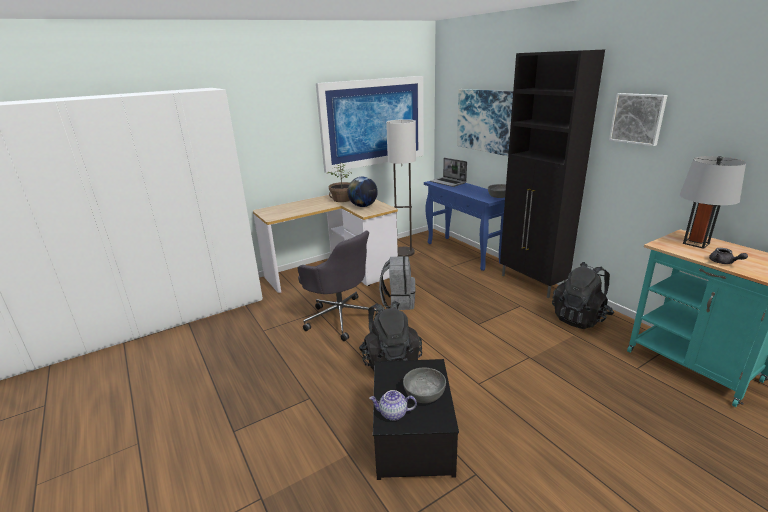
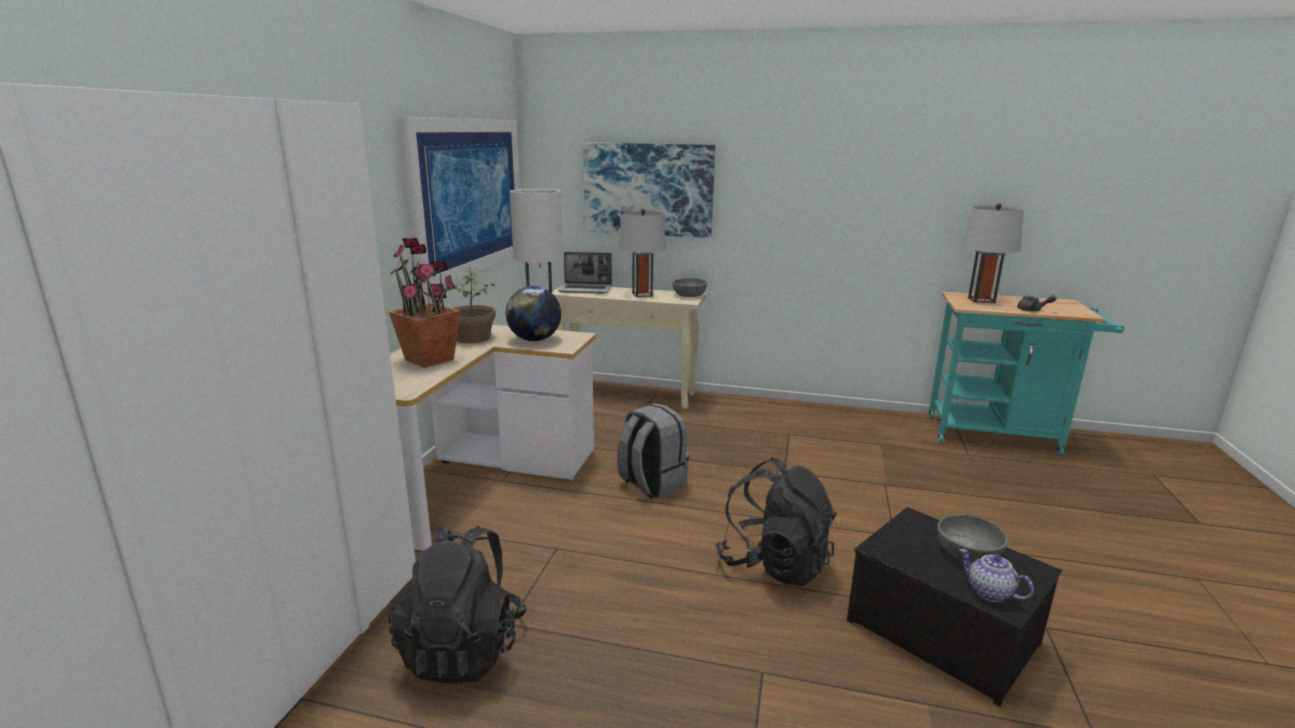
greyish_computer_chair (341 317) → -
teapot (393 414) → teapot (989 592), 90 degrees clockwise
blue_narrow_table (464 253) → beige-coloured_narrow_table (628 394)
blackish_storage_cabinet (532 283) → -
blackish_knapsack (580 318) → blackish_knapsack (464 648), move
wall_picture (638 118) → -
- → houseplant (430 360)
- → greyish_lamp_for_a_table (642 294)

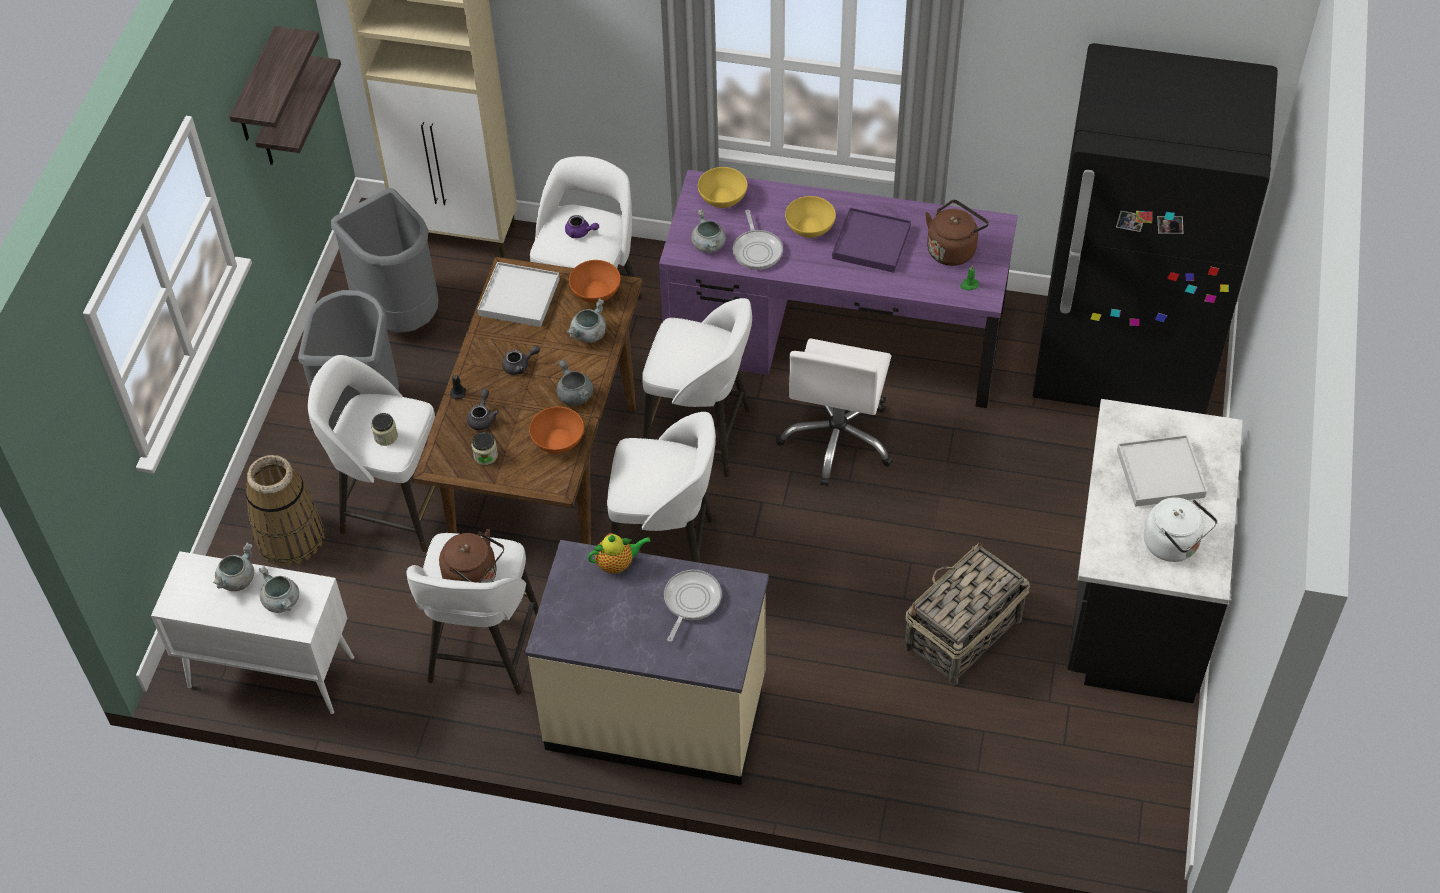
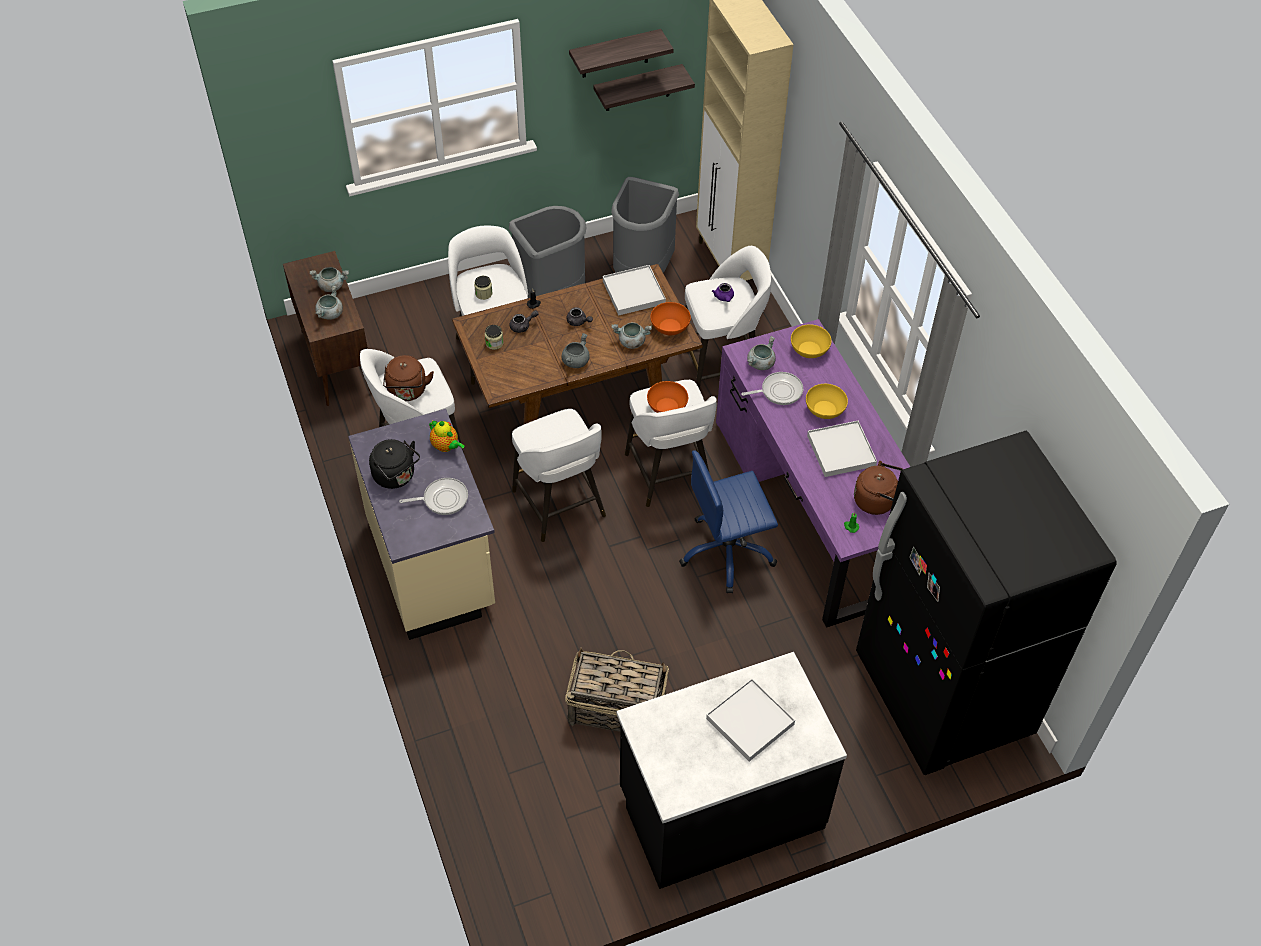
white_storage_cabinet (269 672) → brown_storage_cabinet (336 361)
basket (289 537) → -
orangey_serving_bowl (557 440) → orangey_serving_bowl (667 406), move
skillet (757 250) → skillet (779 391), 150 degrees counterclockwise
white_computer_chair (838 439) → blue_computer_chair (727 552)
purplish_tray (871 243) → white_tray (841 451)
white_tea_kettle (1174 545) → -
- → blackish_tea_kettle (396 476)

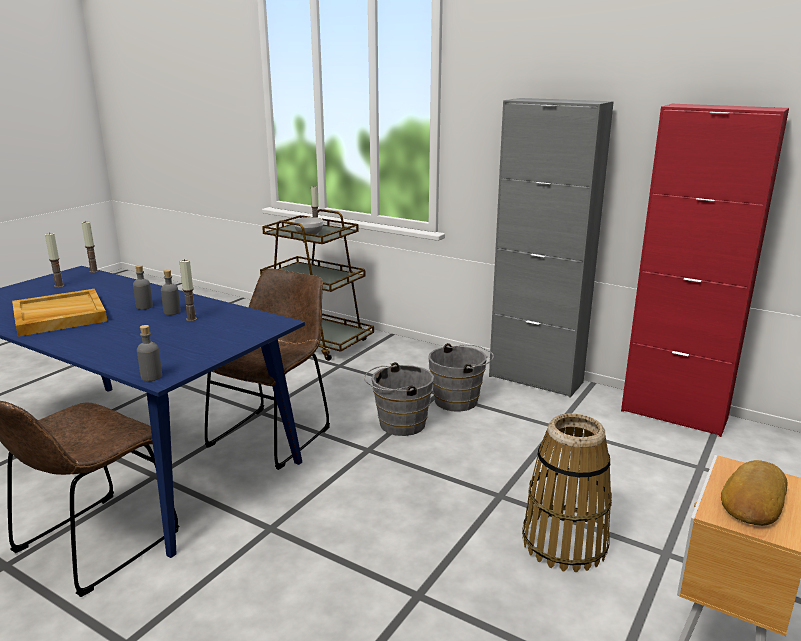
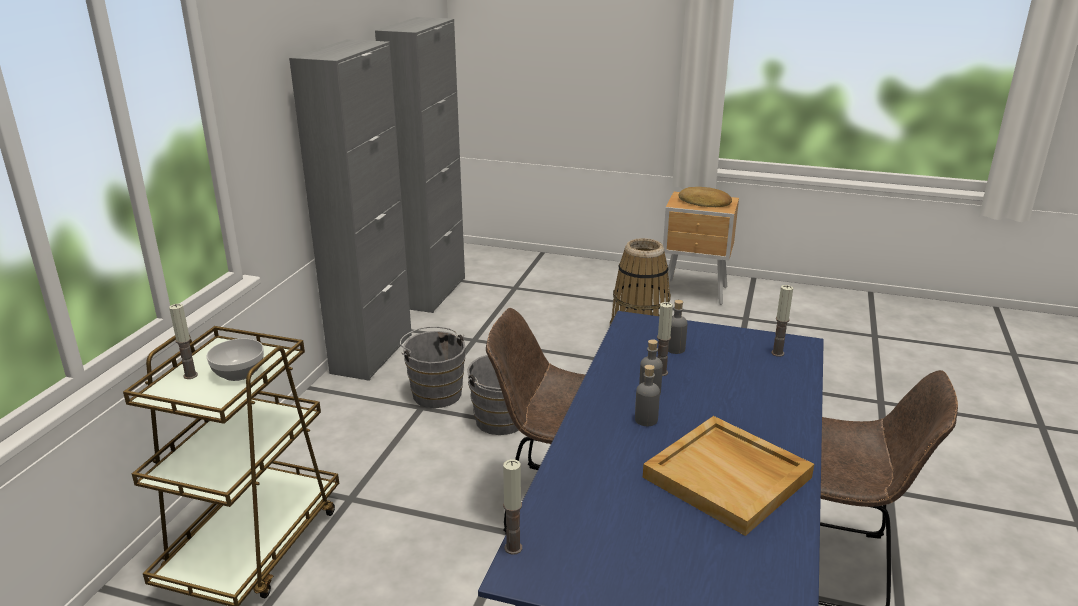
wax_candle (59 286) → wax_candle (777 353), move
greyish_bottle (151 377) → greyish_bottle (675 349), move
reddish_storage_cabinet (674 414) → greyish_storage_cabinet (432 292)

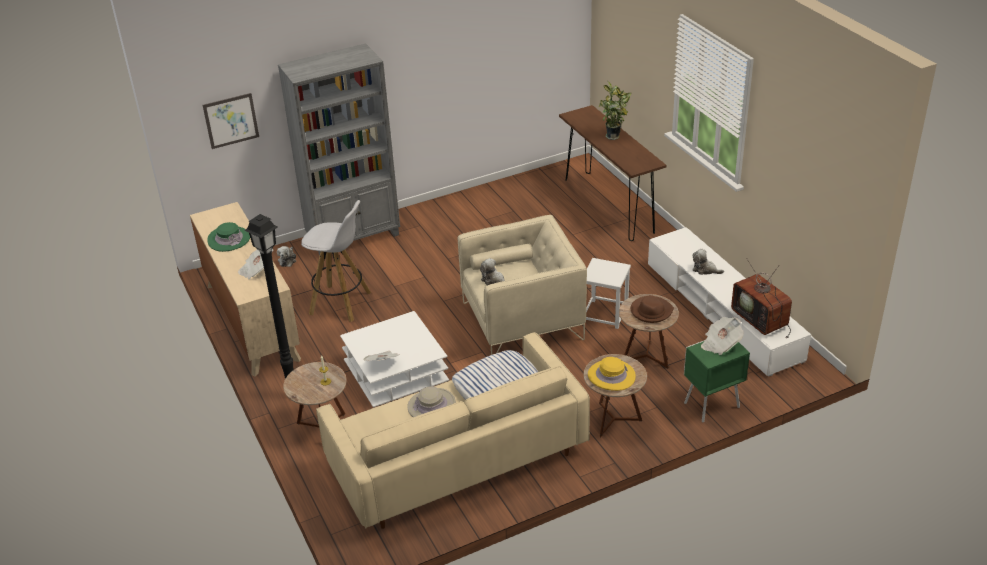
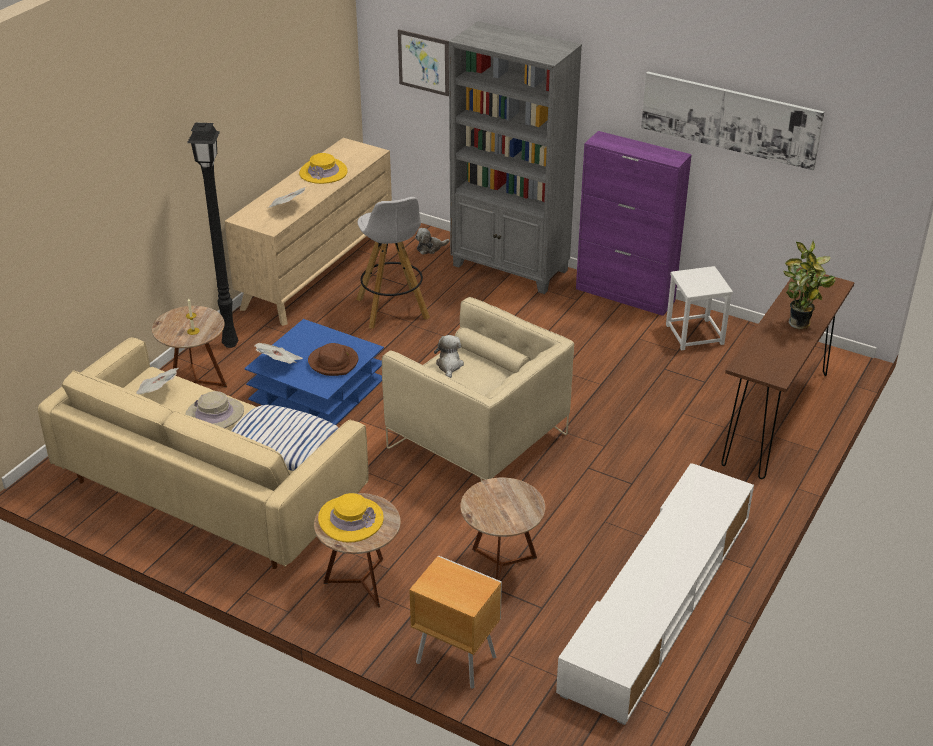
greenish_clothing_hat (229 239) → yellow_clothing_hat (323 172)
white_coffee_table (395 370) → blue_coffee_table (317 390)
white_sitting_stool (604 314) → white_sitting_stool (694 334), move
brown_clothing_hat (651 311) → brown_clothing_hat (334 362), move
greenish_bedside_table (710 405) → brown_bedside_table (455 659)
soft_toy (705 270) → -
newspaper (720 344) → newspaper (157 391), move
television (761 320) → -
- → purplish_storage_cabinet (625 295)
- → wall_picture (730 119)

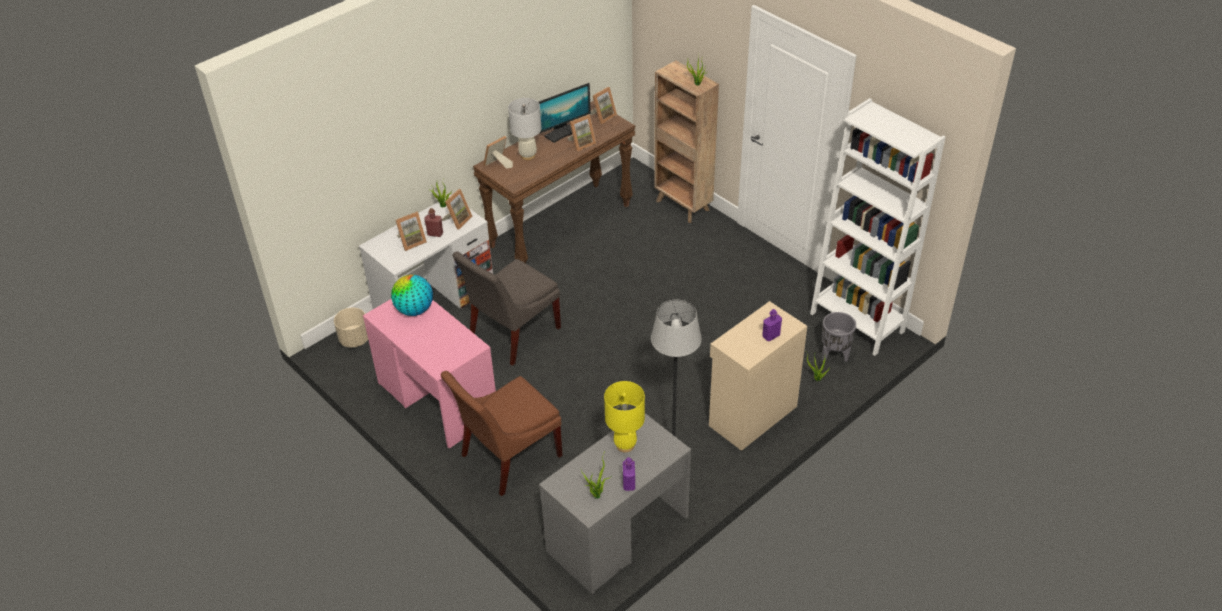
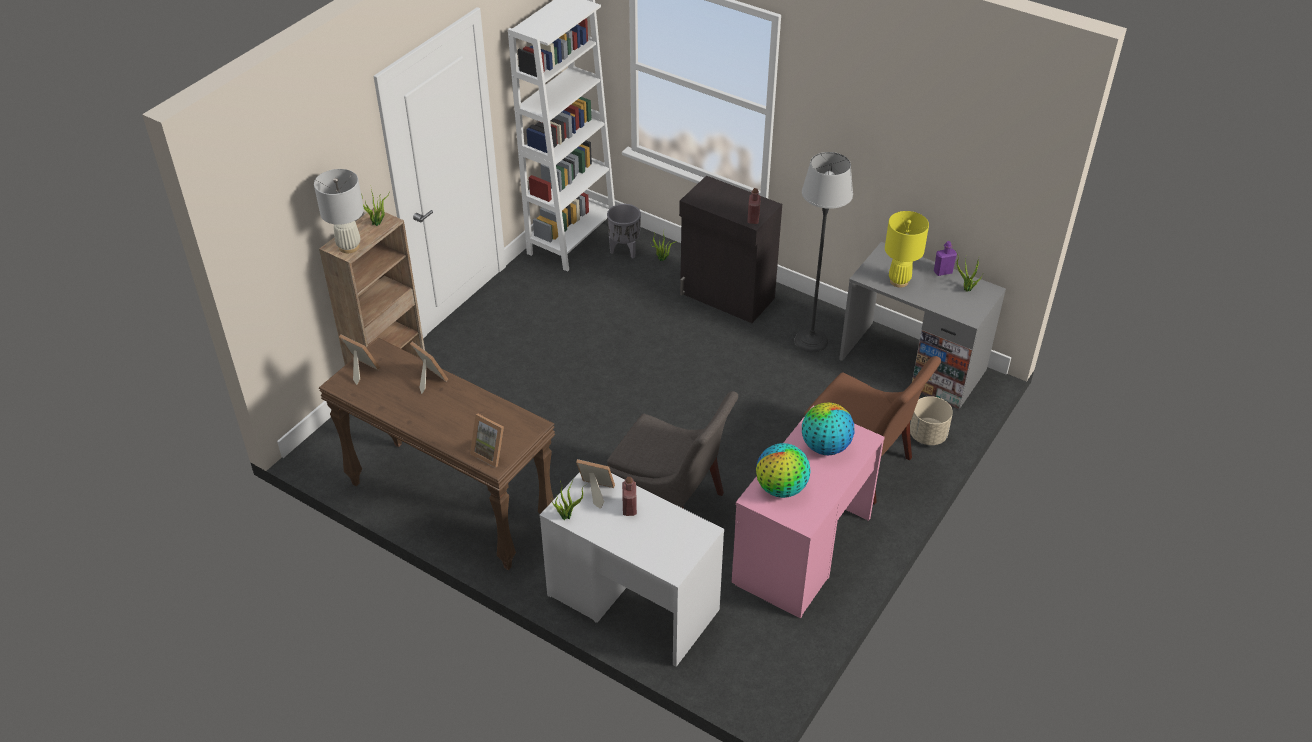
beige-coloured_planter (354 339) → beige-coloured_planter (927 435), move
picture_frame (411 241) → -
white_lamp_for_a_table (528 155) → white_lamp_for_a_table (349 247), move
computer_display (564 132) → -
beige-coloured_storage_cabinet (751 415) → blackish_storage_cabinet (727 296)
purplish_bottle (771 336) → -
- → reddish_bottle (753 219)
- → desk_globe (825 446)

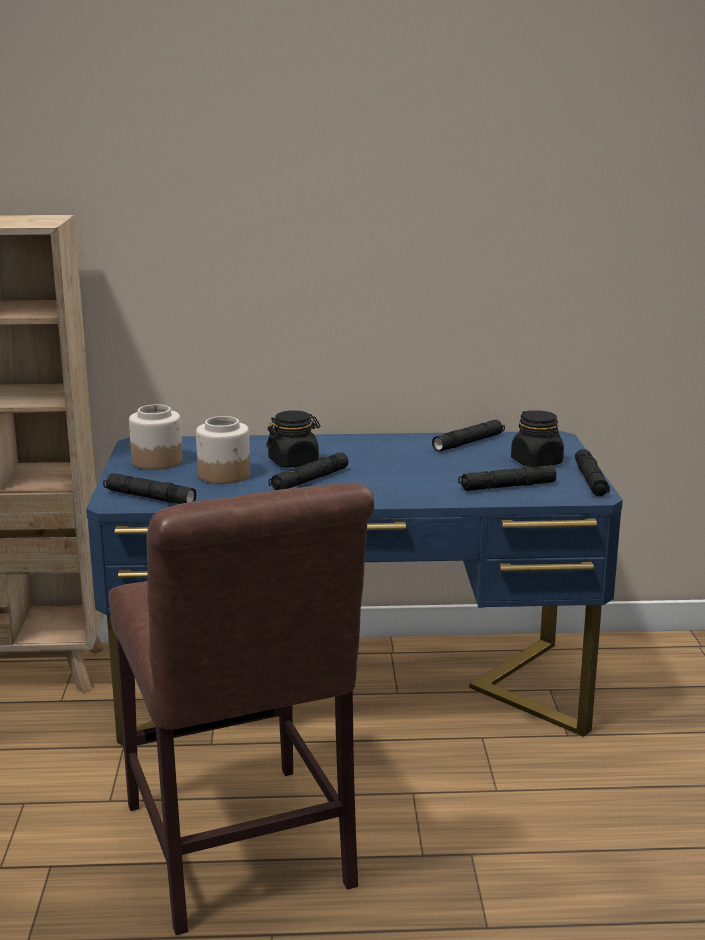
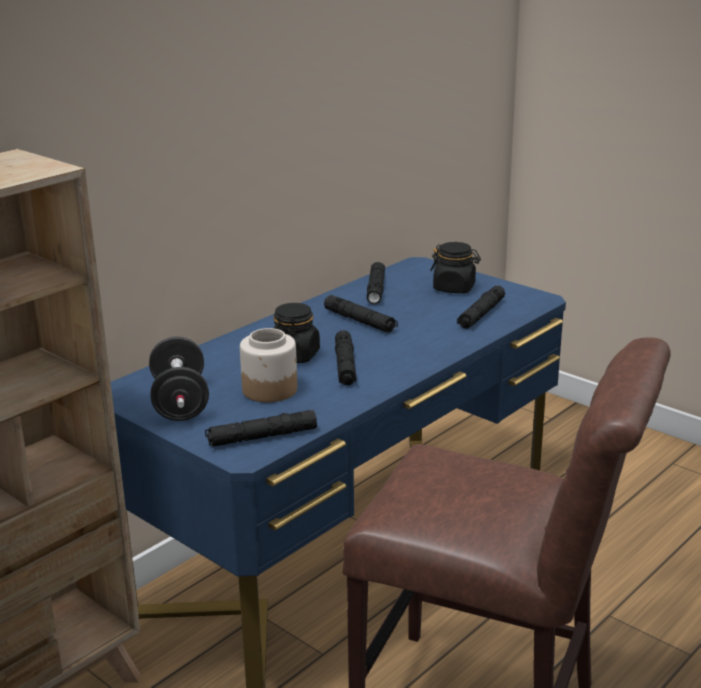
storage_jar (157 461) → blackish_dumbbell (180 402)
blackish_torch (590 481) → blackish_torch (360 321), move

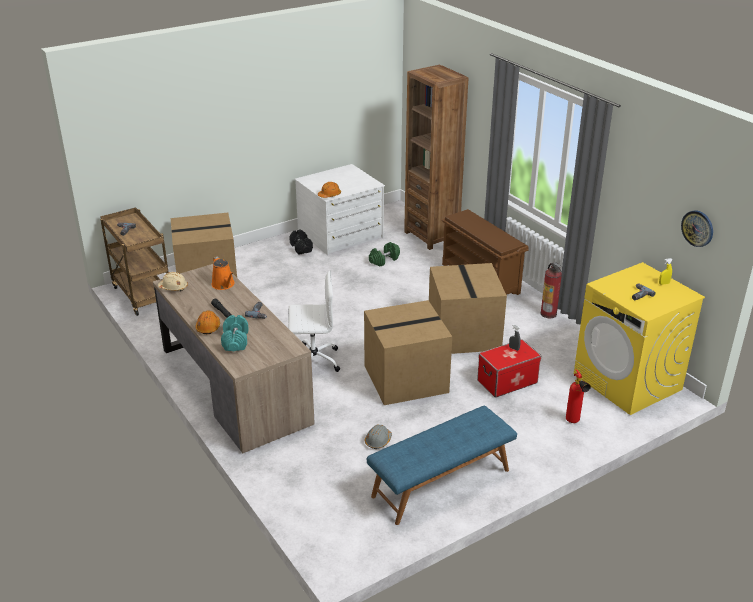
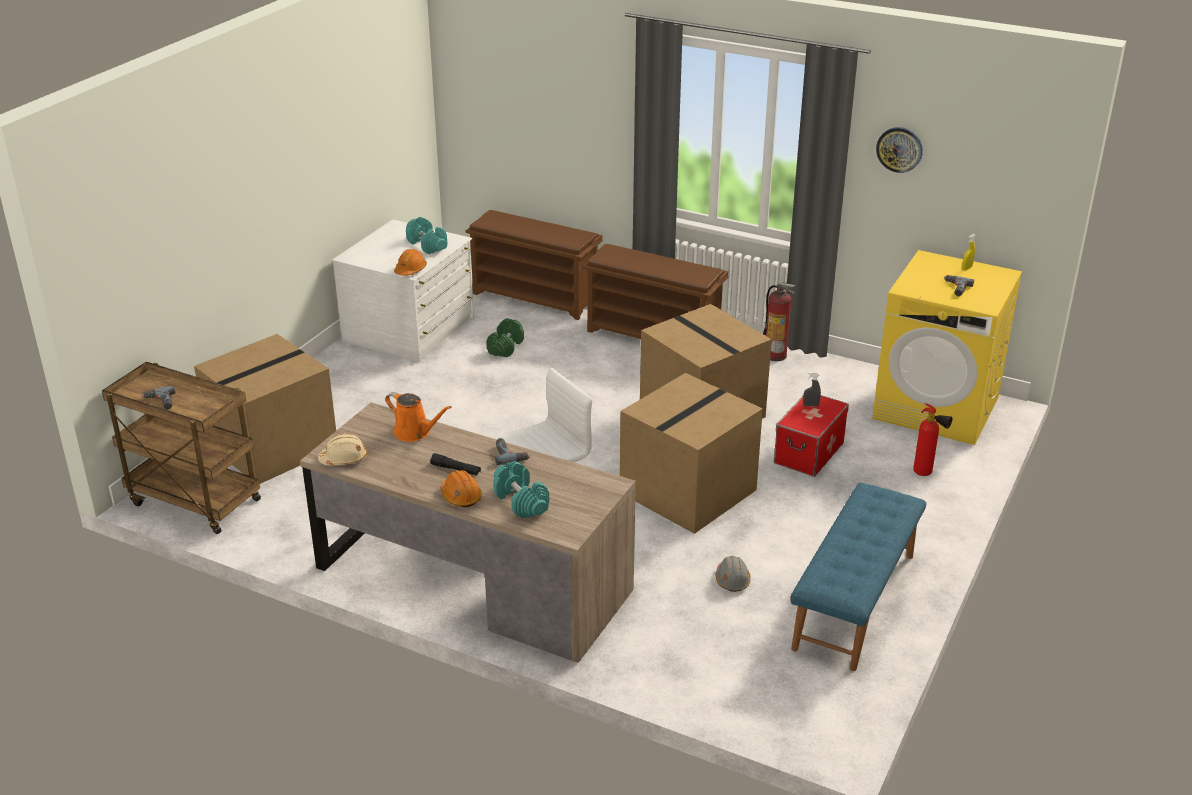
blackish_dumbbell (301 248) → -
brown_shelving_unit (431 236) → brown_shoe_shelf (536 297)
hanging_clock (697 228) → hanging_clock (899 149), move
- → turquoise-coloured_dumbbell (427 245)

